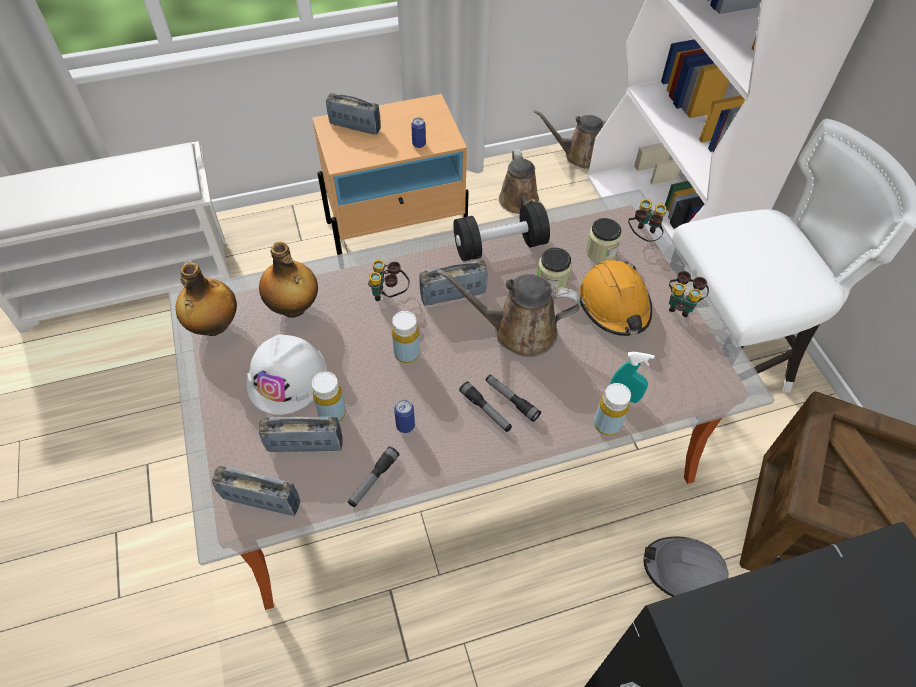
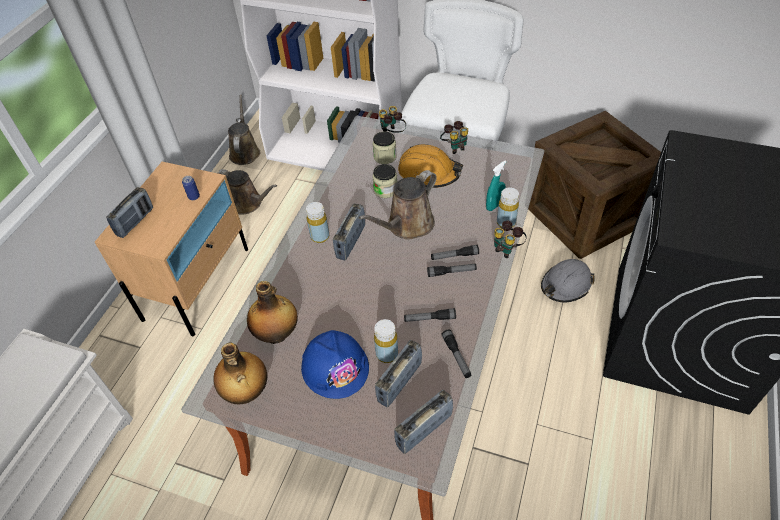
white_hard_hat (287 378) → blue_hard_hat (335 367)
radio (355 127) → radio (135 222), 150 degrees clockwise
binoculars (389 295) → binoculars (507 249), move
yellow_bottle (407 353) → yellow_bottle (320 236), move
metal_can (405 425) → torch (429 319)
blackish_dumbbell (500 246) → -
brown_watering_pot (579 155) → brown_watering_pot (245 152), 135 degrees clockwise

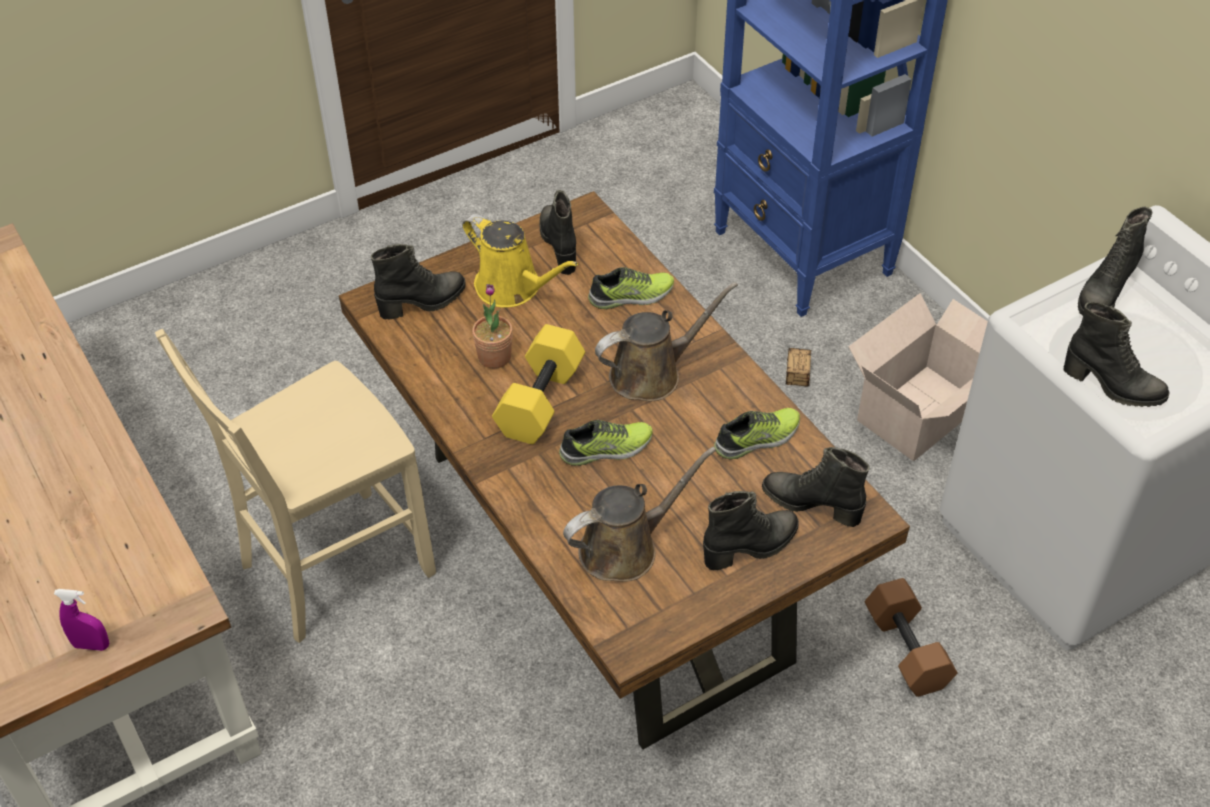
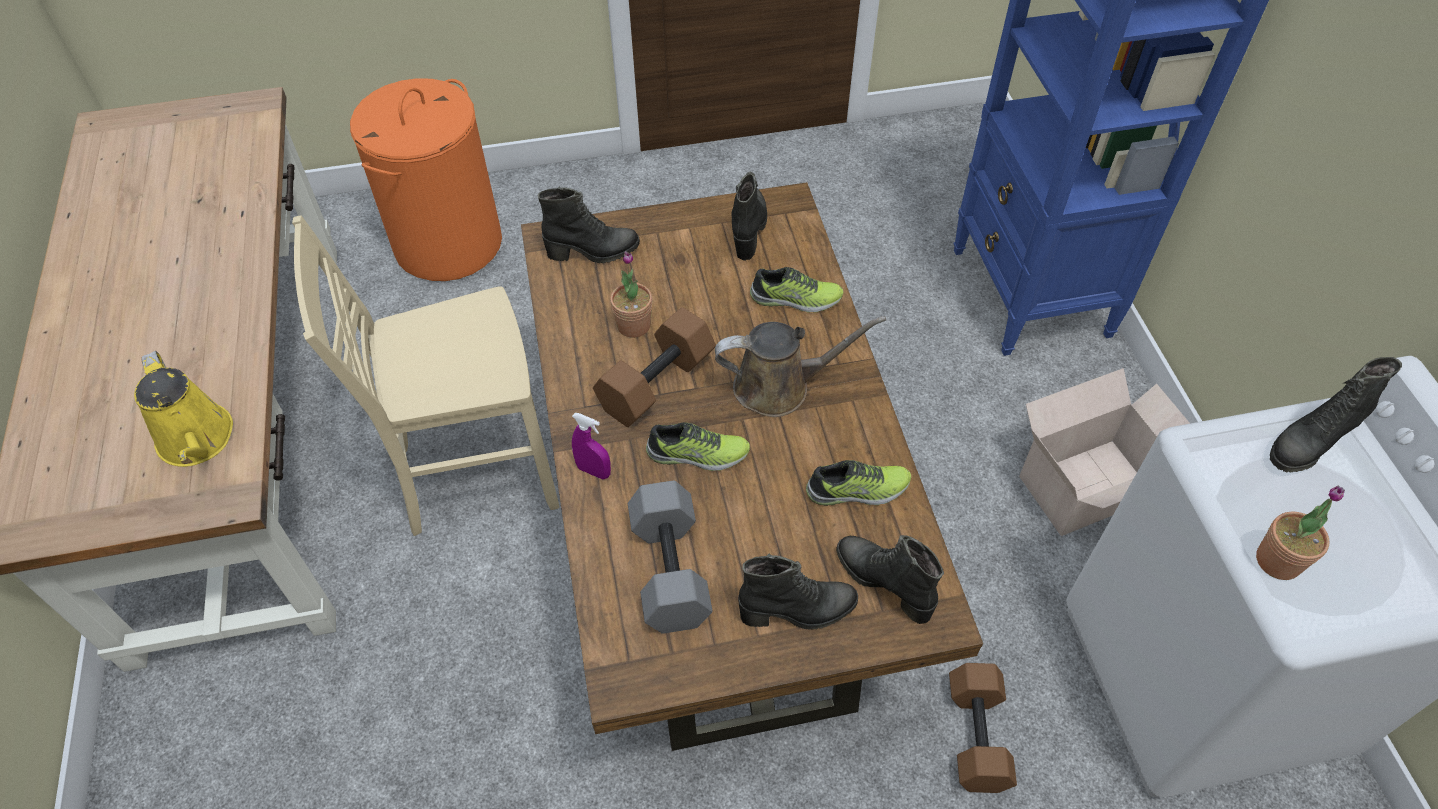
purplish_spray_bottle (91 645) → purplish_spray_bottle (594 471), move
yellow_watering_pot (512 288) → yellow_watering_pot (197 441), move
yellow_dumbbell (539 399) → brown_dumbbell (656 381)
brown_watering_pot (625 548) → greyish_dumbbell (667 569)
storage_bin (796 391) → -
blackish_boot (1112 386) → houseplant (1278 561)
- → orangey_laundry_basket (448 244)

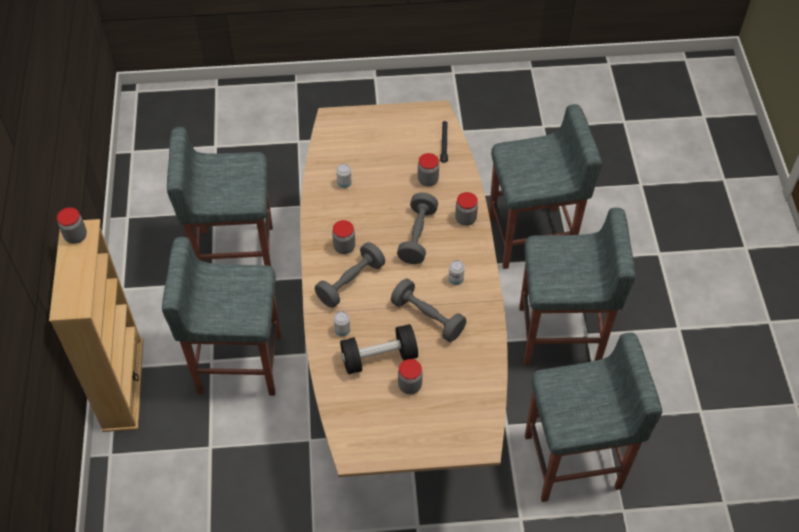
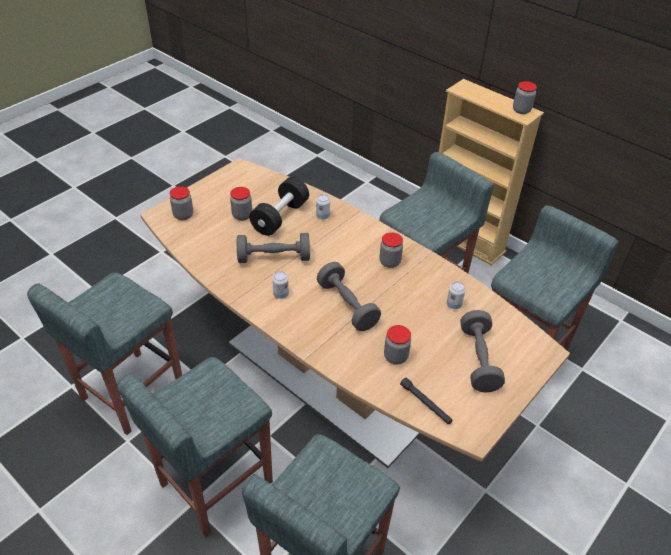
greyish_dumbbell (350 282) → greyish_dumbbell (478 360), move
storage_jar (465 219) → storage_jar (183 215), move

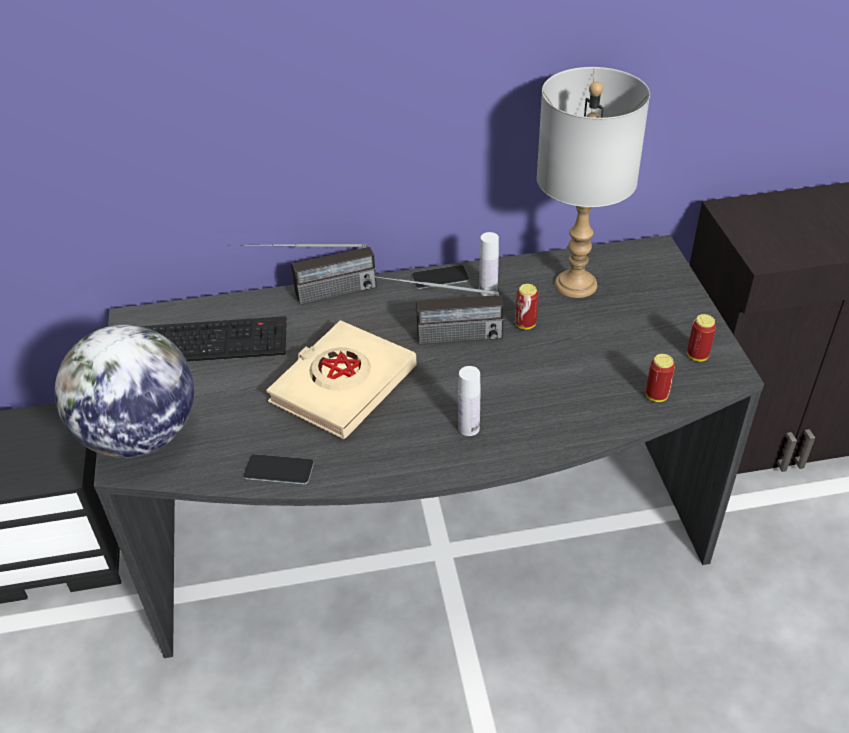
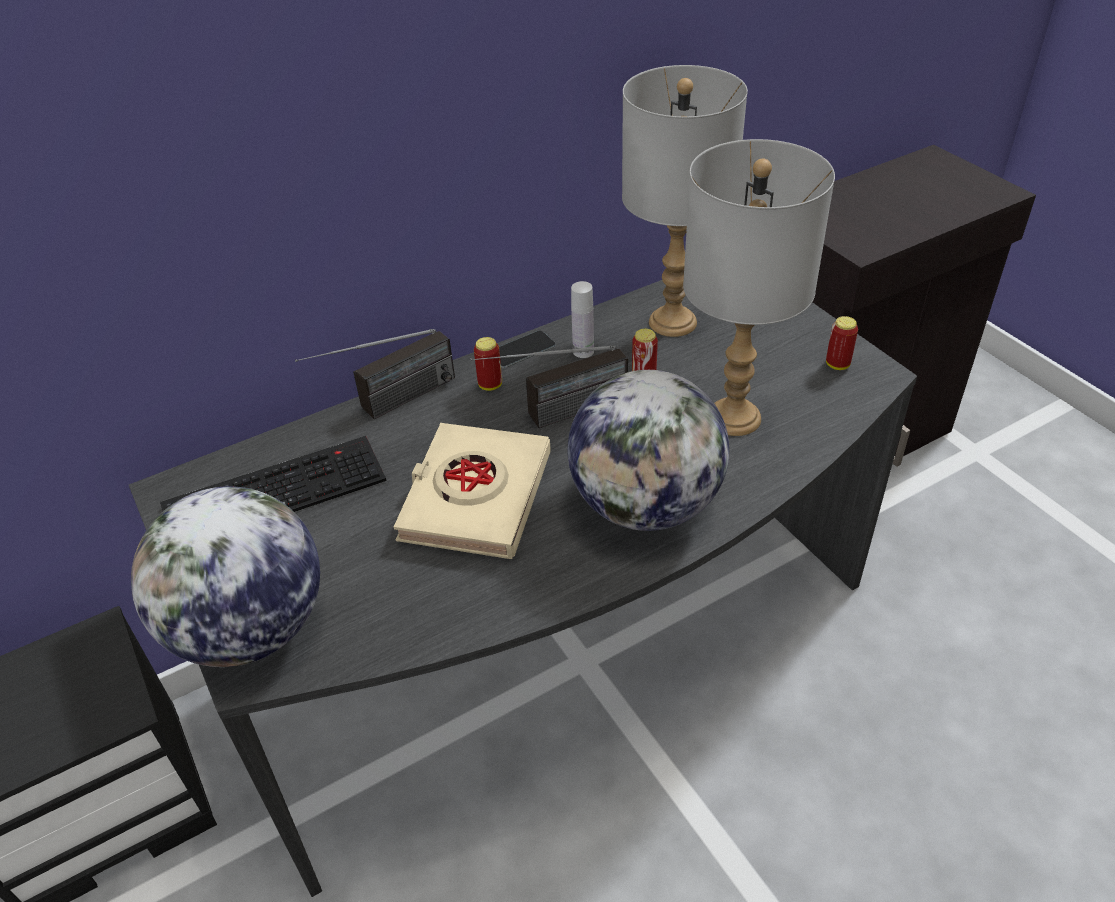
telephone (279 470) → -
white_bottle (469 428) → desk_globe (646 505)
metal_can (656 396) → metal_can (490 385), move
- → greyish_lamp_for_a_table (734 417)

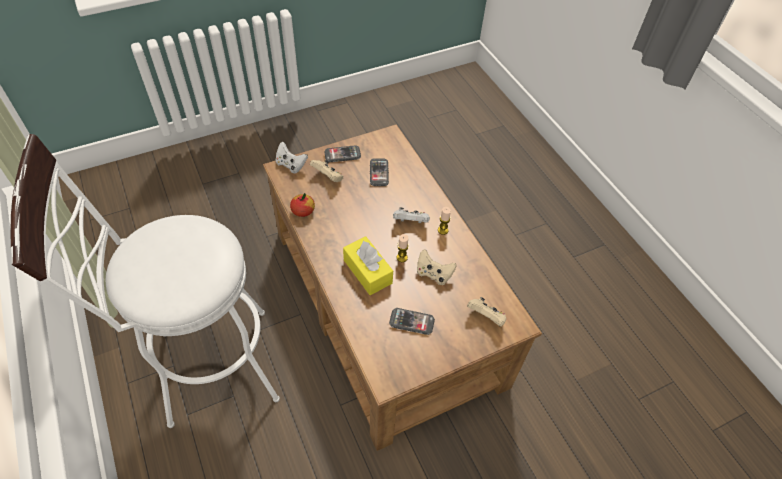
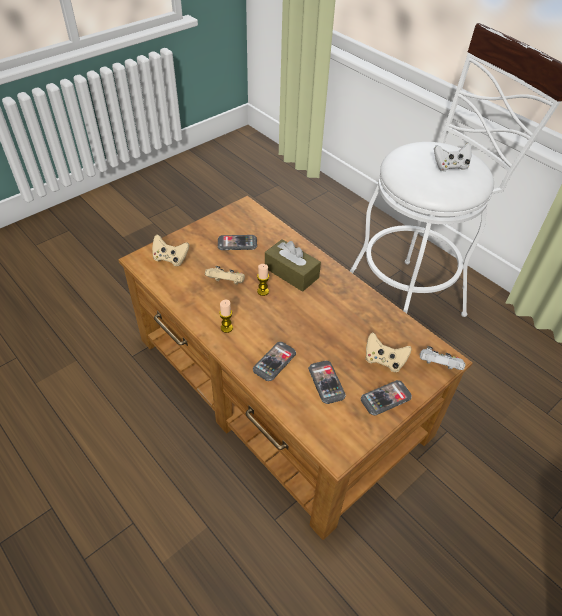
whole_apple (303 211) → -
yellow_box_of_tissues (367 271) → brown_box_of_tissues (291 273)
white_joypad (410 222) → white_joypad (450 166), move
- → telephone (274 362)

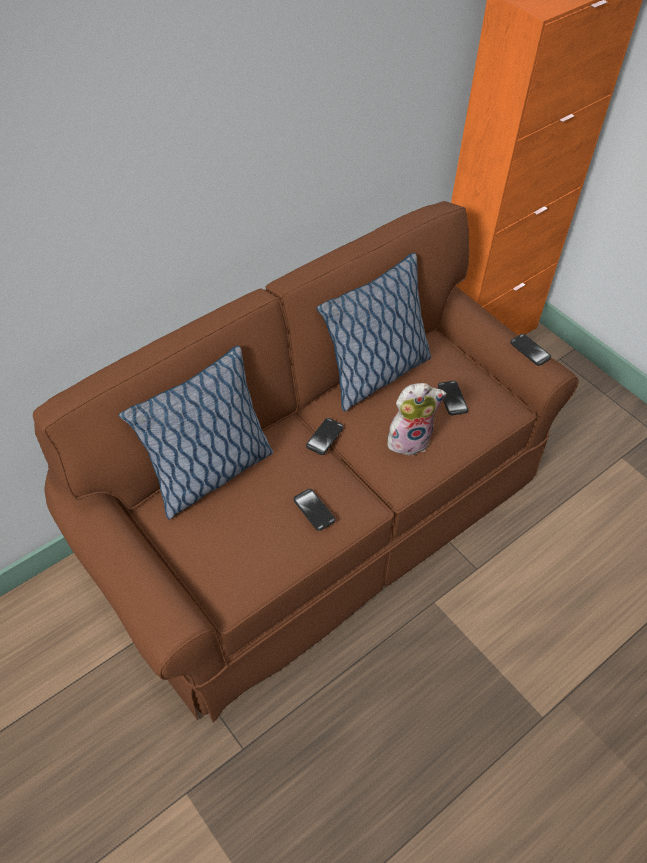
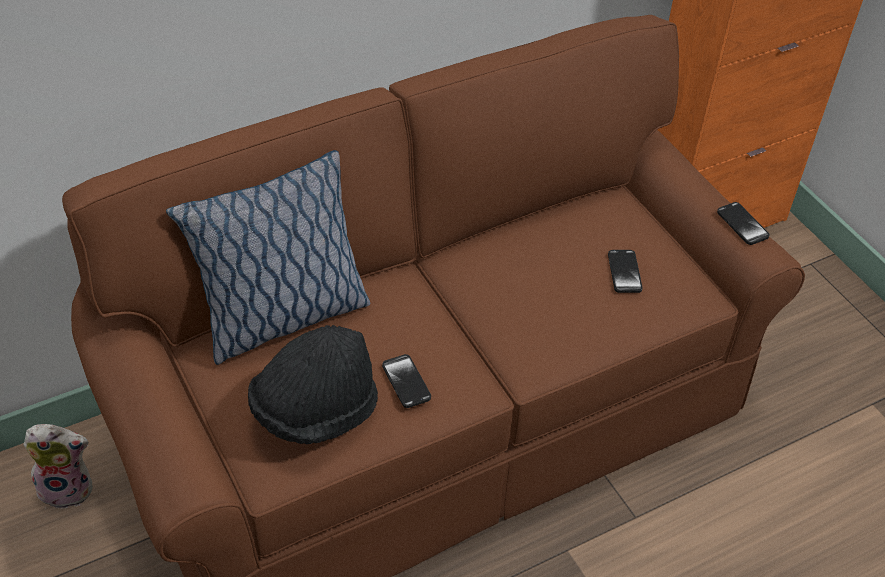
telephone (324 437) → -
throw_pillow (375 374) → -
soft_toy (409 439) → soft_toy (68 487), move
- → blackish_clothing_hat (315 411)

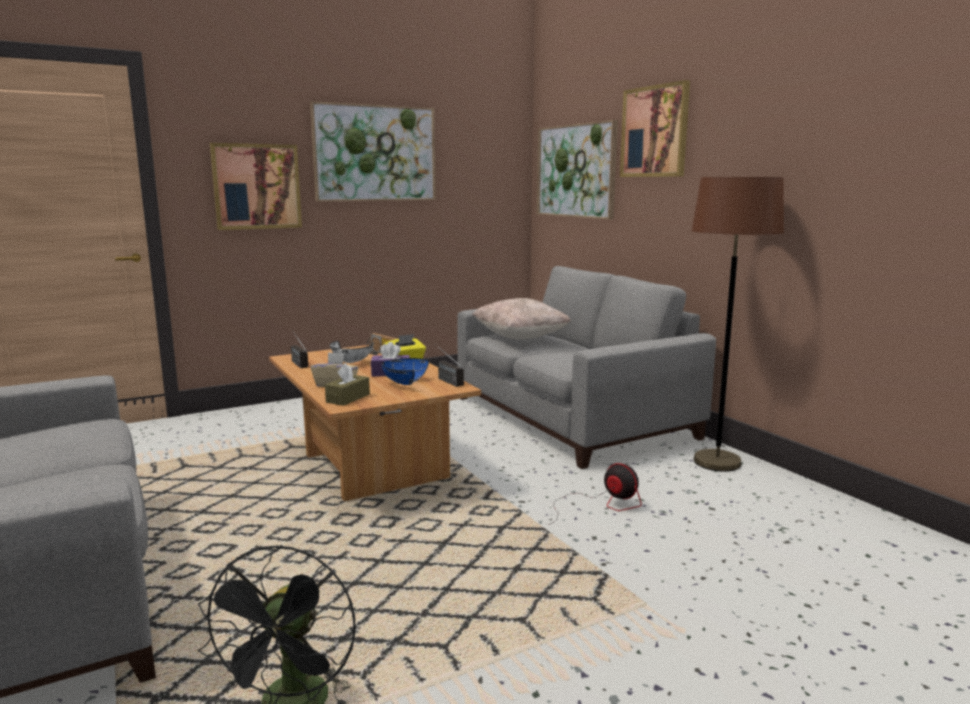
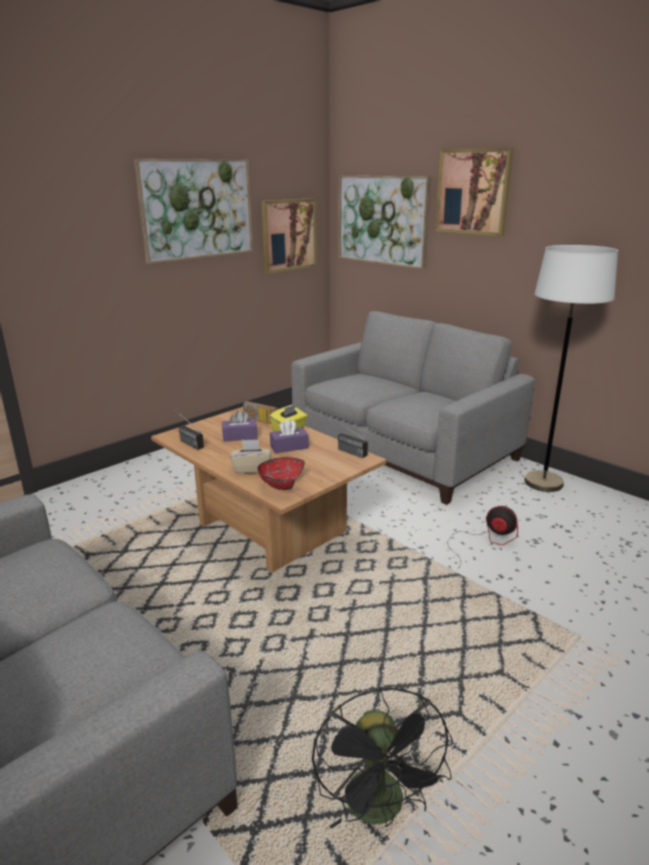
wall_picture (256 186) → wall_picture (288 235), move
brown_box_of_tissues (348 398) → reddish_serving_bowl (279 486)
white_serving_bowl (351 363) → purplish_box_of_tissues (240 436)
blue_serving_bowl (402 383) → -
beige-coloured_throw_pillow (520 337) → -
brown_floor_lamp (717 462) → white_floor_lamp (543 482)

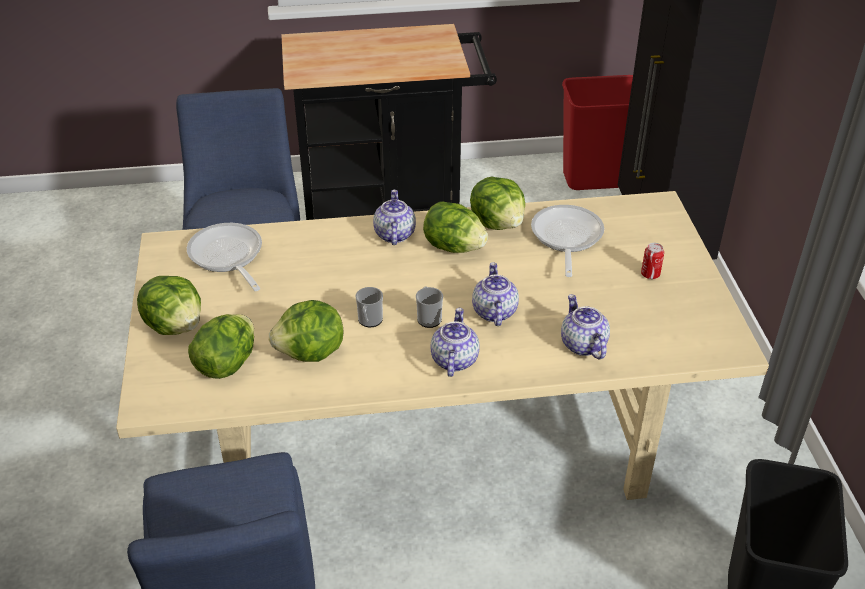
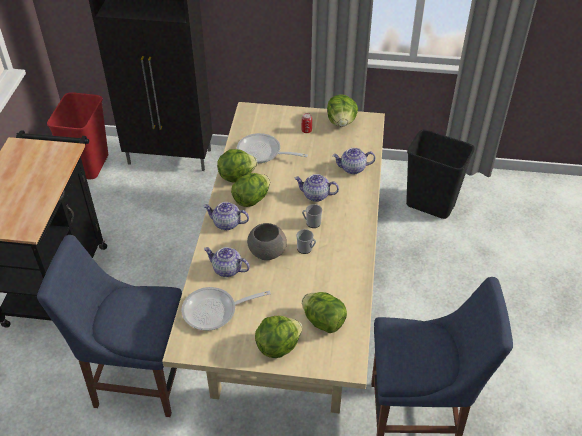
head_of_lettuce (311 353) → head_of_lettuce (341 122), move
teapot (453 359) → teapot (227 269), move
- → greyish_serving_bowl (266 251)

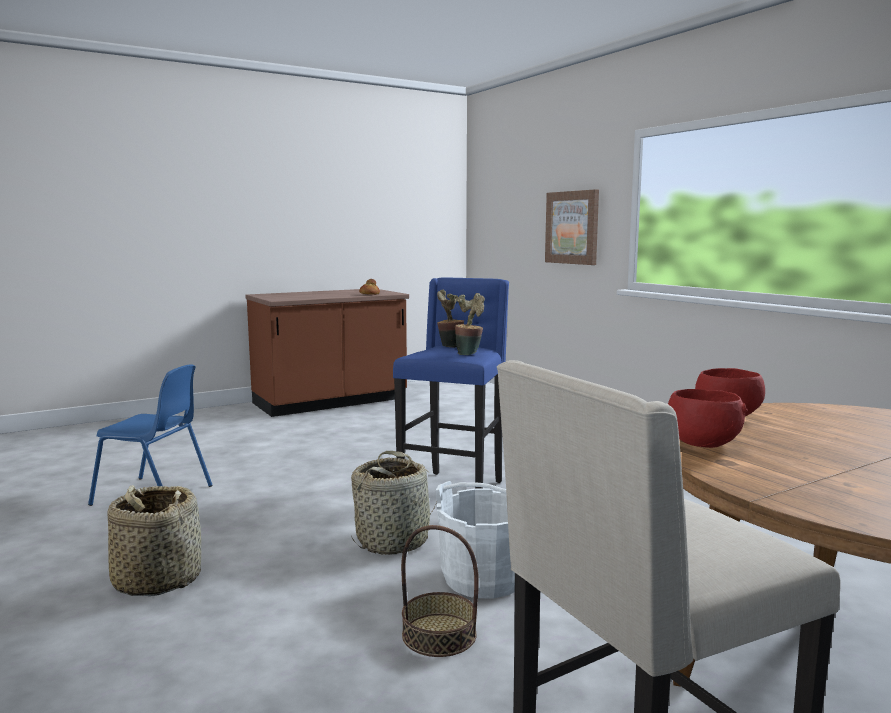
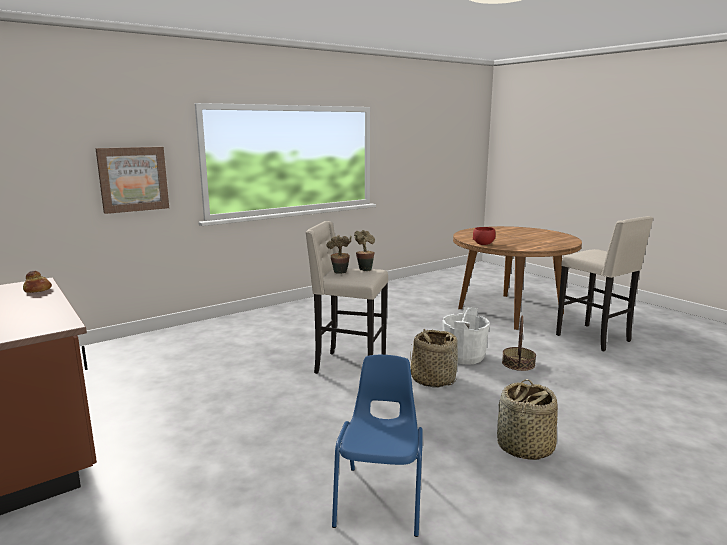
blue_sitting_stool (454 490) → beige-coloured_sitting_stool (348 366)
reddish_serving_bowl (701 444) → -

